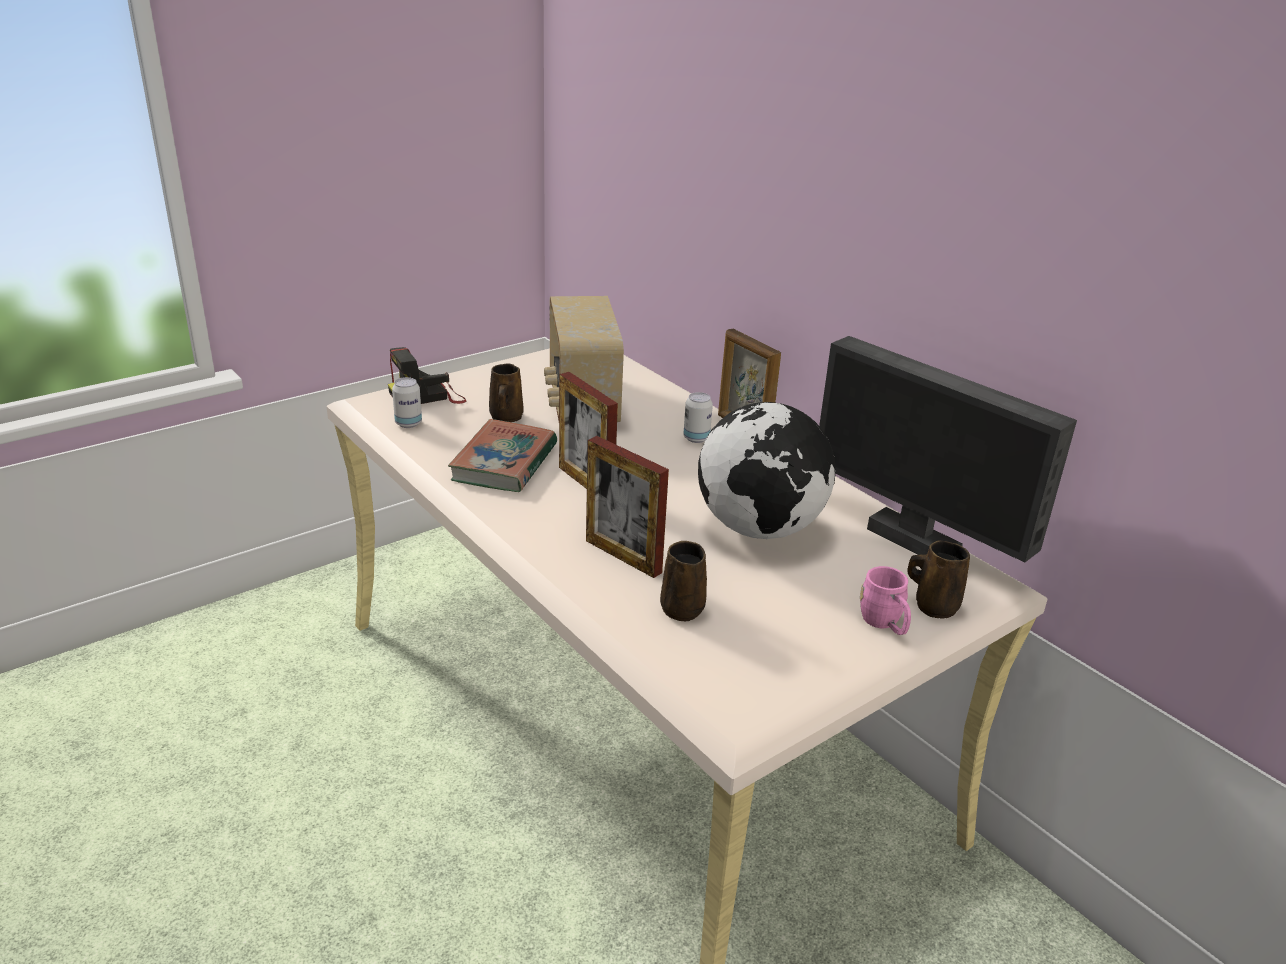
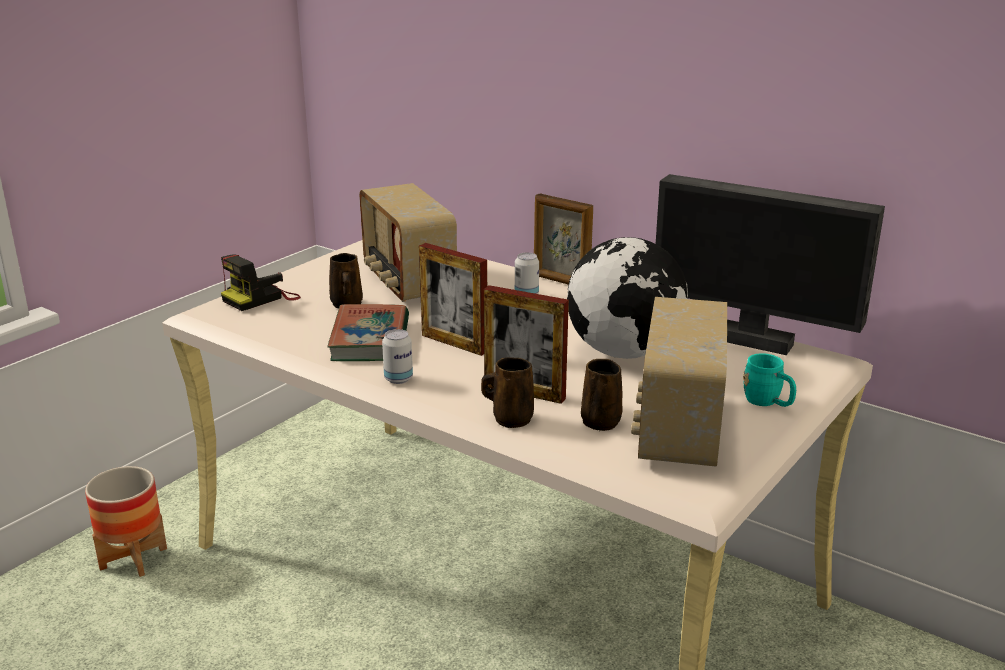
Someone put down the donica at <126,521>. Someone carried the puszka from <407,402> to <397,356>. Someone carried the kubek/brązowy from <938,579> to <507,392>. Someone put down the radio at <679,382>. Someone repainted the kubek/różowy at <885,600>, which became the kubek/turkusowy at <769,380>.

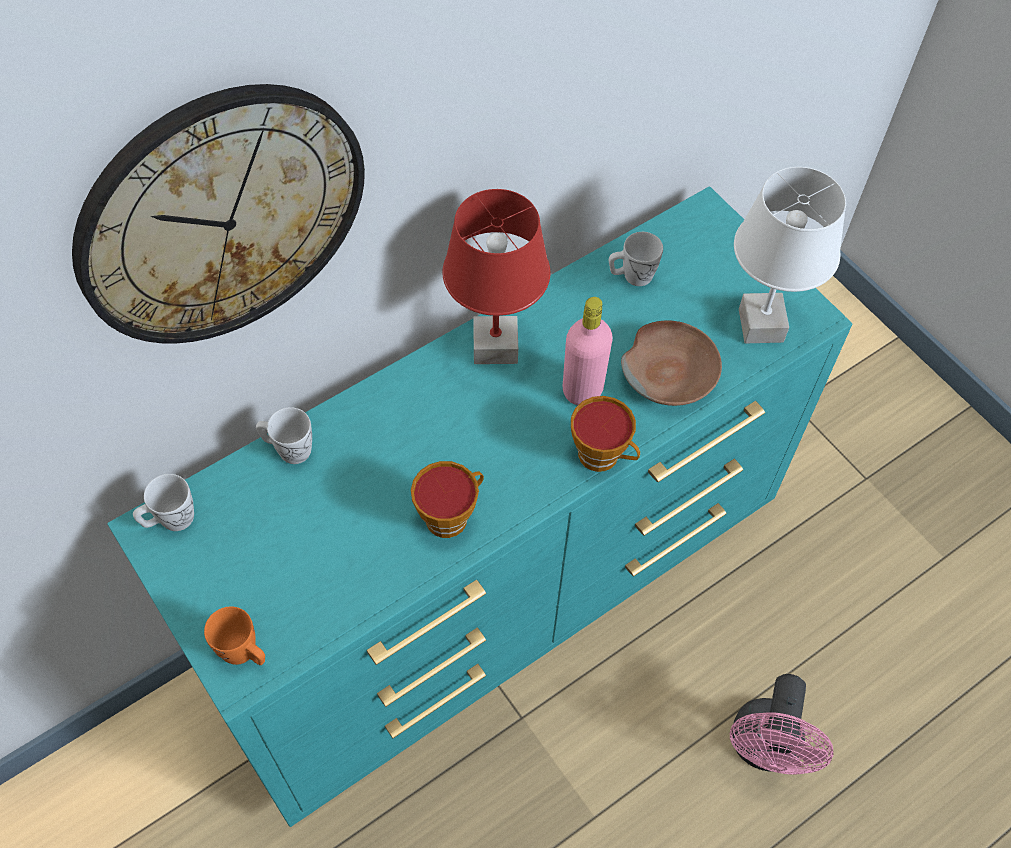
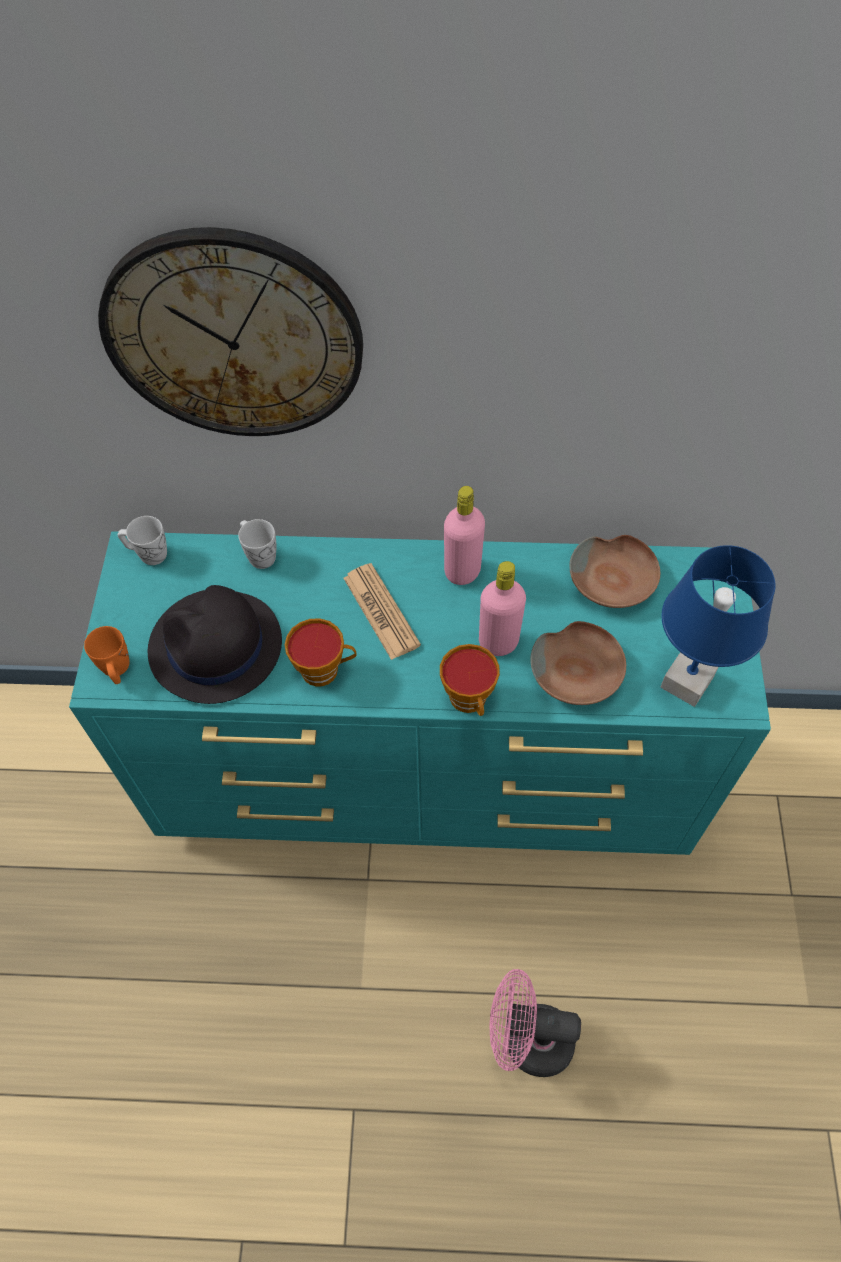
Someone put down the kapelusz/czarny at <215,644>. Someone put down the gazeta at <382,611>. Someone swapped the lampa stołowa/czerwony at <496,276> for the butelka/różowy at <464,535>. Someone rotated the wentylator/różowy at <782,724> by 45 degrees clockwise. Someone swapped the kubek/biały at <636,259> for the miska/brązowy at <614,571>. Someone repainted the lampa stołowa/biały at <790,255>, which became the lampa stołowa/niebieski at <717,626>.

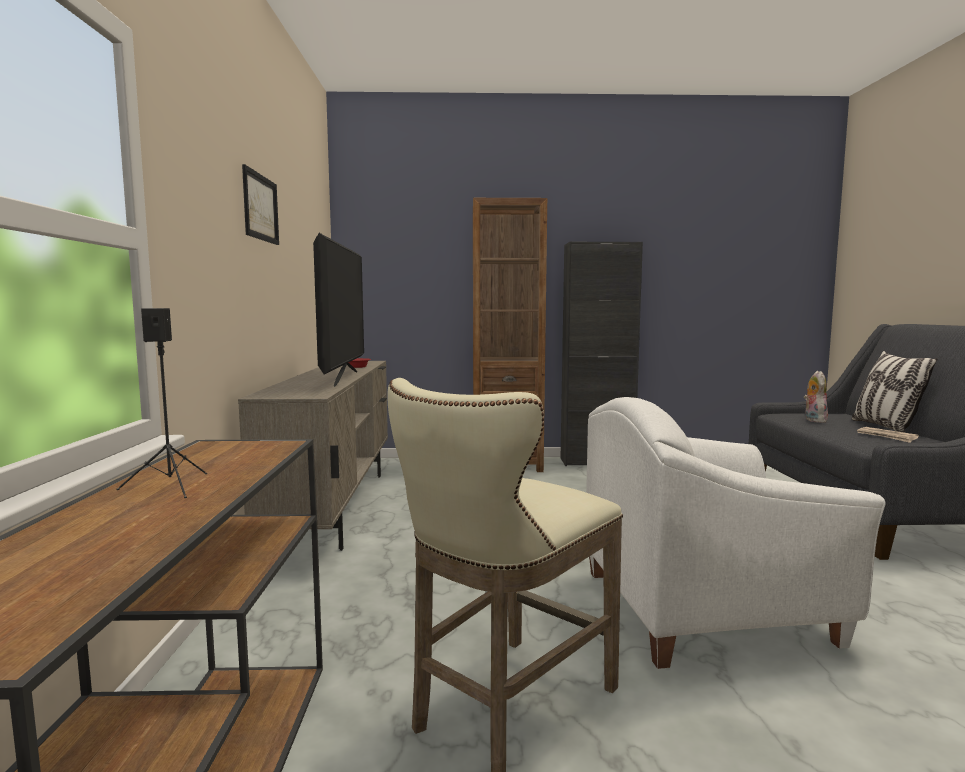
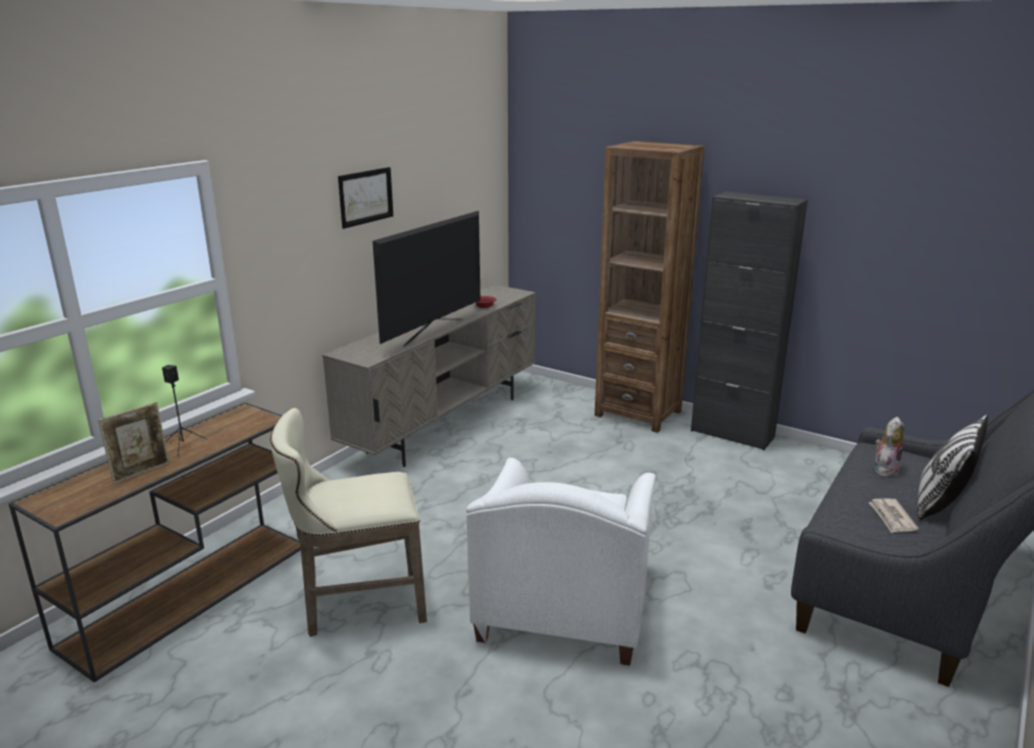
Someone put down the ramka na zdjęcie at <134,443>. Someone rotated the fotel/biały at <736,533> by 105 degrees counterclockwise.

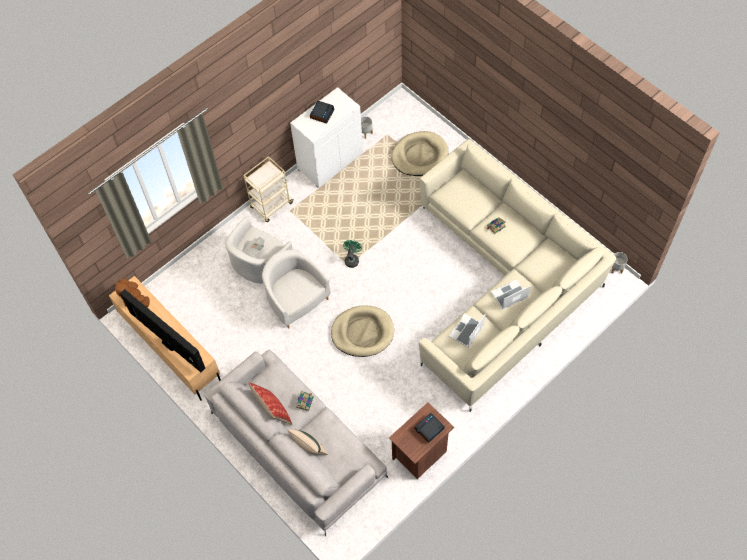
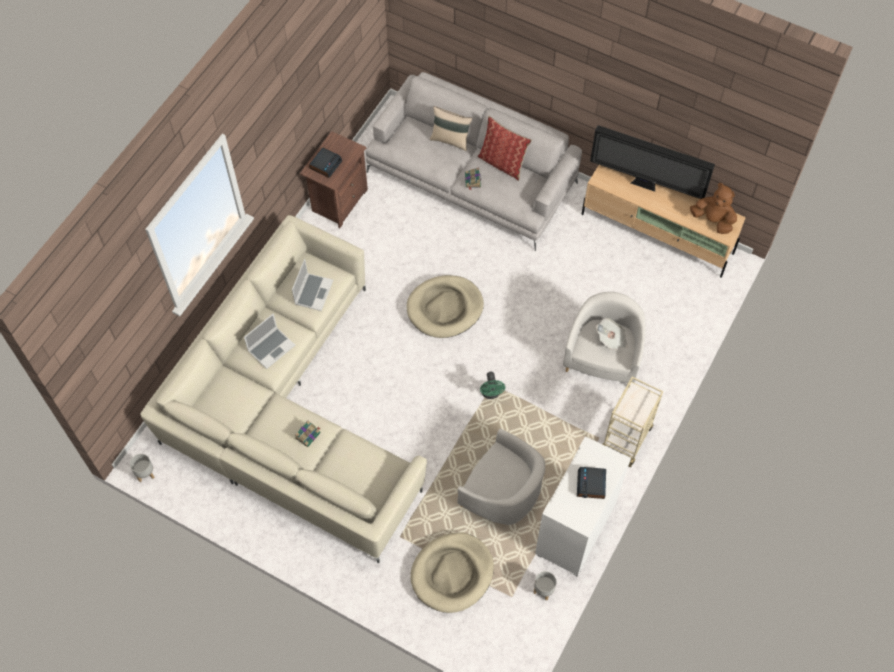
Someone carried the fotel/biały from <296,289> to <501,477>.

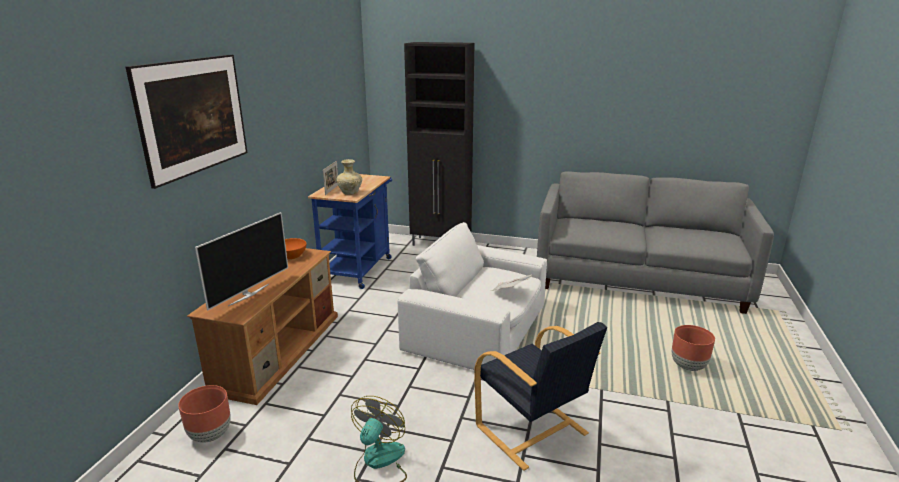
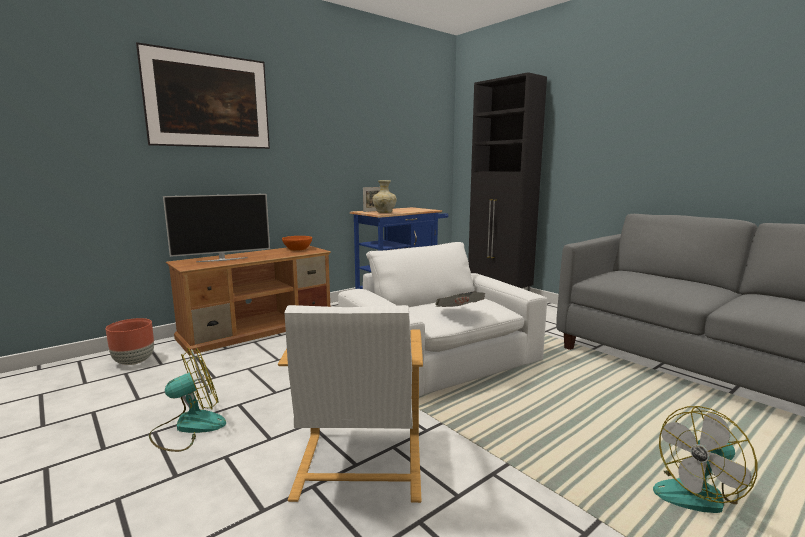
Someone repainted the fotel/czarny at <540,396>, which became the fotel/biały at <350,404>. Someone swapped the donica/brązowy at <693,348> for the wentylator at <705,459>.

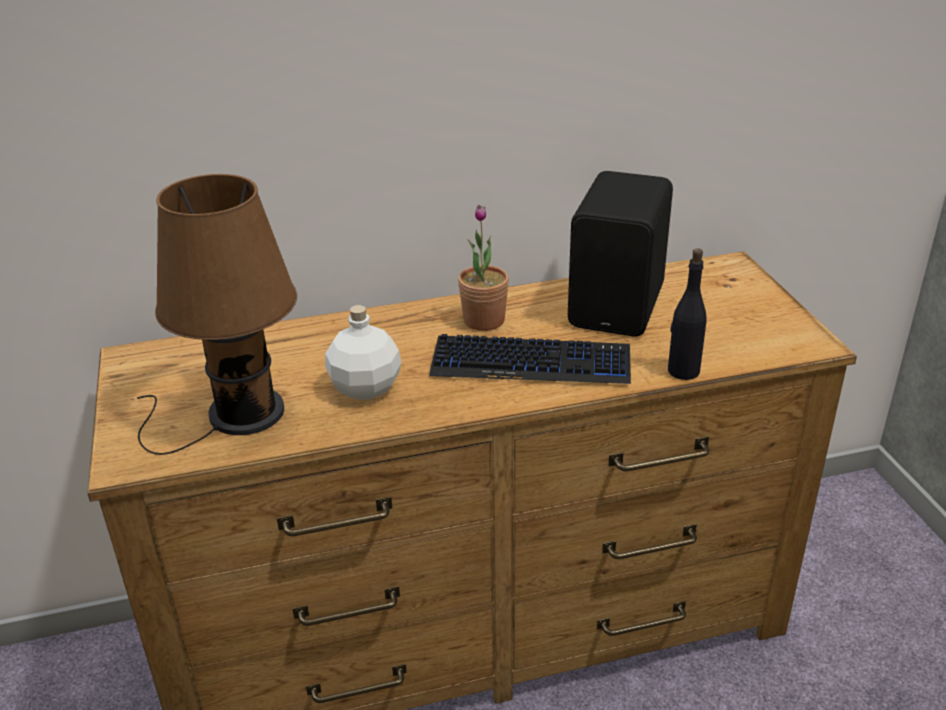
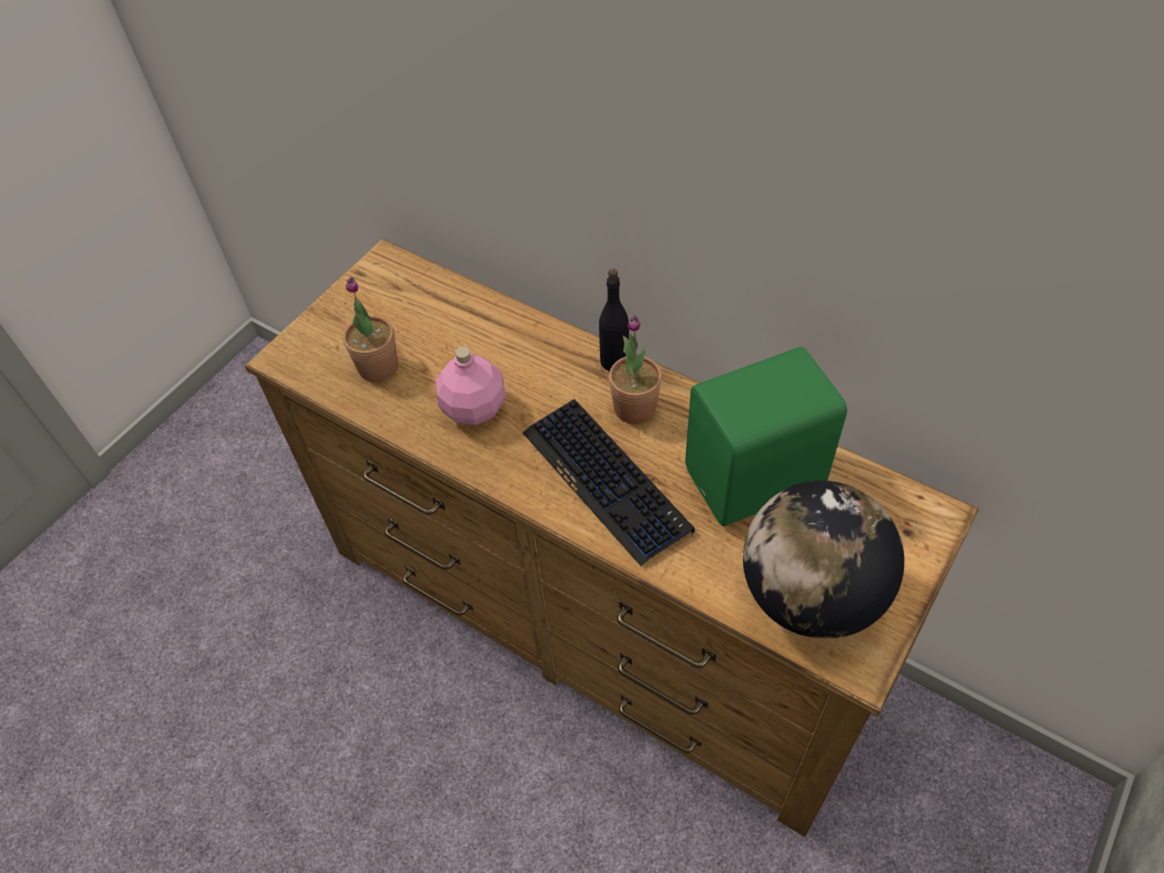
Someone swapped the lampa stołowa/brązowy at <217,314> for the roślina doniczkowa at <370,329>. Someone repainted the butelka/biały at <363,352>, which became the butelka/różowy at <471,385>. Someone carried the butelka/czarny from <687,314> to <614,320>. Someone repainted the głośnik/czarny at <620,253>, which became the głośnik/zielony at <766,436>. Someone put down the globus at <823,560>.

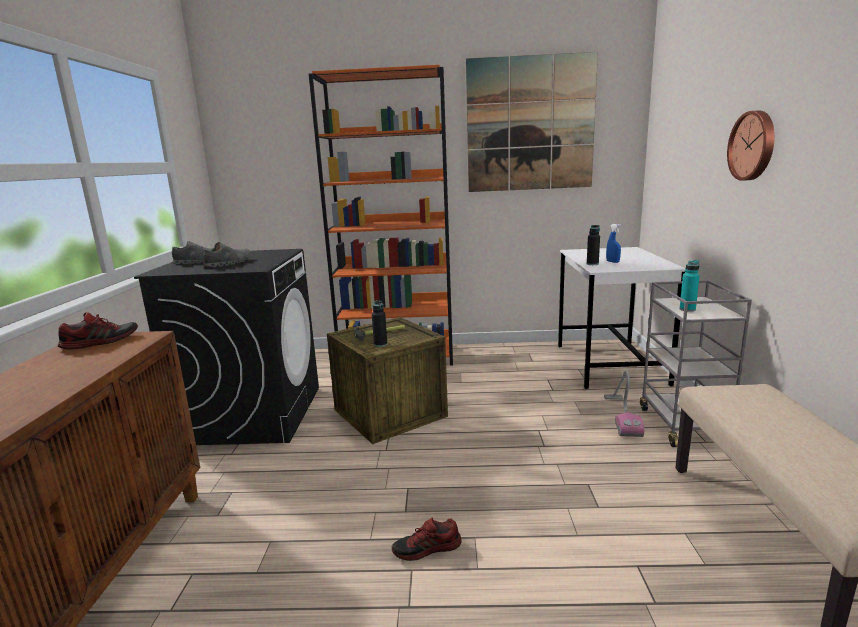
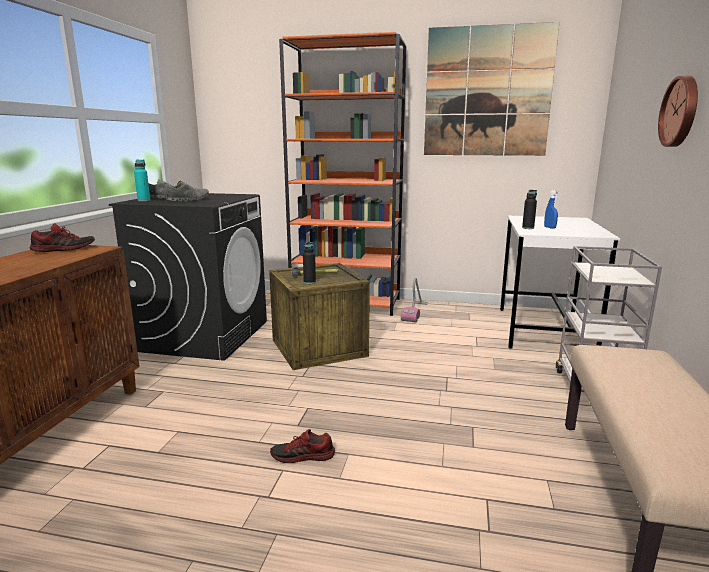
Someone carried the butelka/turkusowy from <690,286> to <142,180>. Someone carried the odkurzacz from <624,403> to <414,300>.

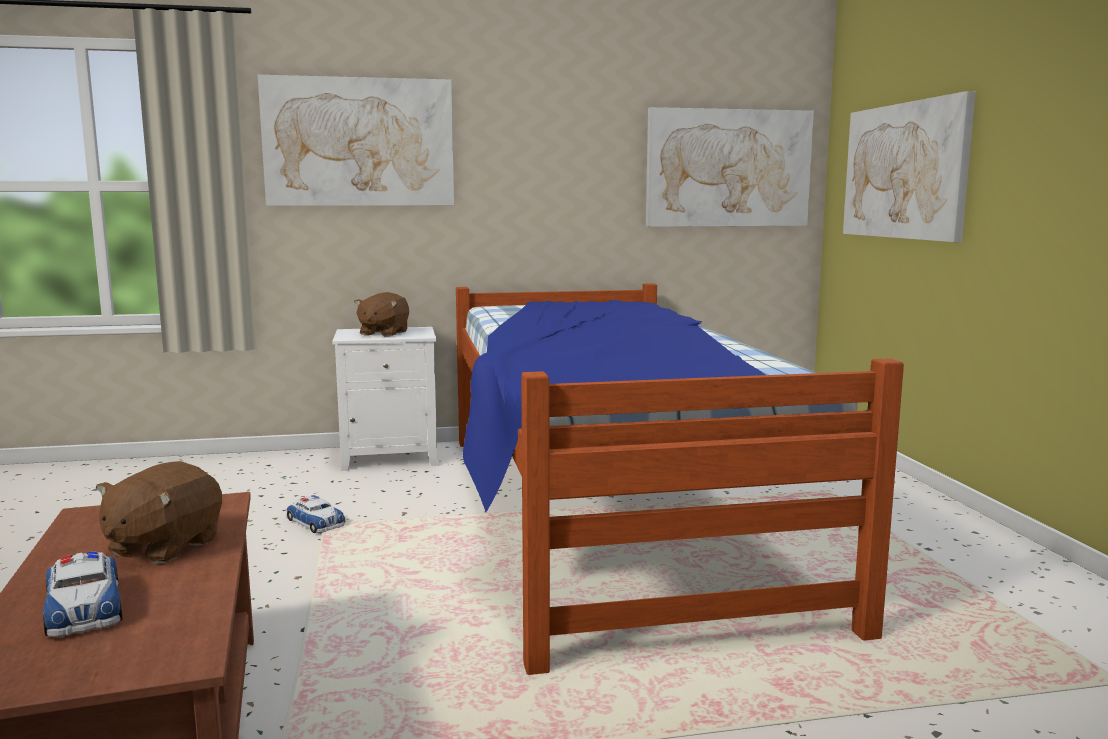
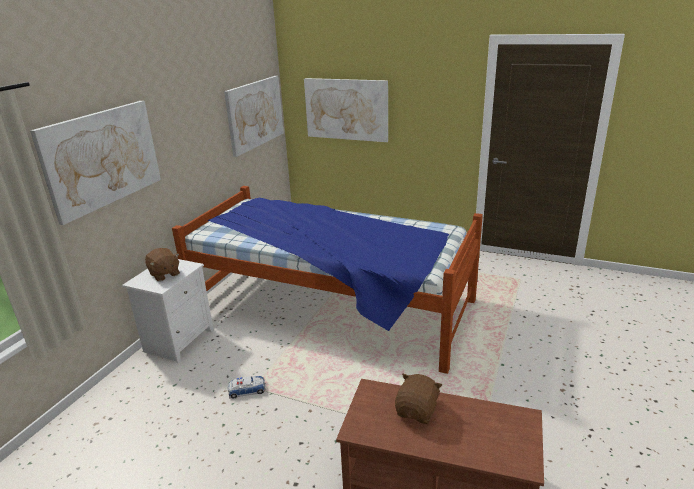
Someone rotated the pluszak/brązowy at <159,512> by 120 degrees counterclockwise. Someone took away the samochodzik at <83,594>.

